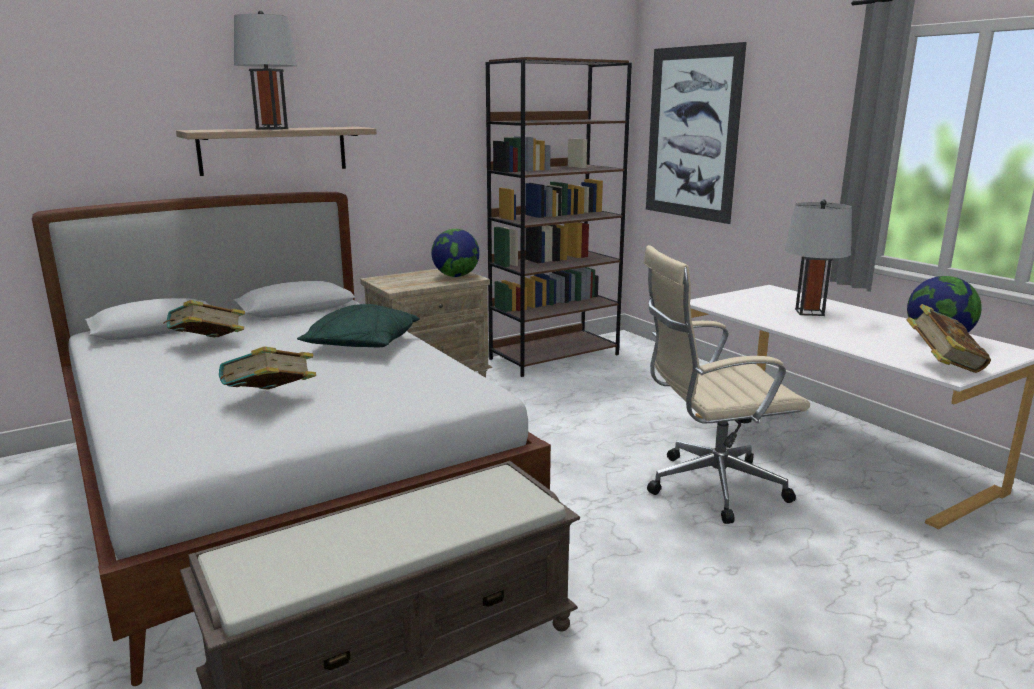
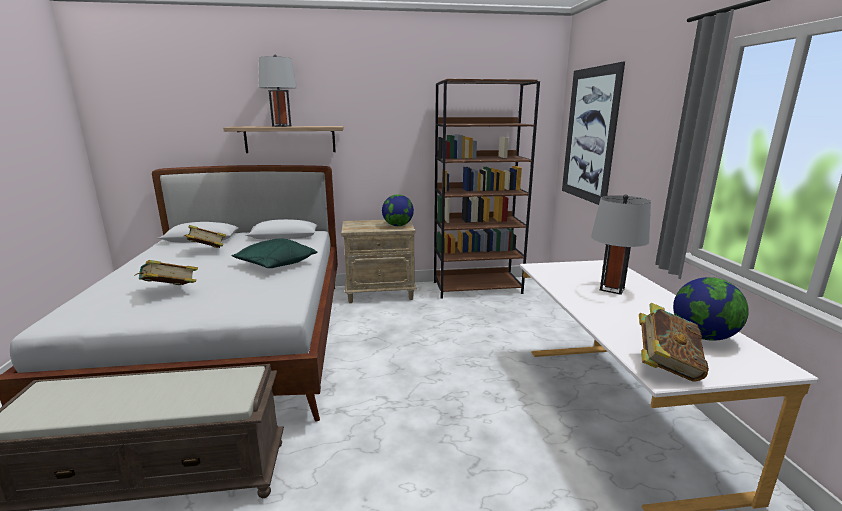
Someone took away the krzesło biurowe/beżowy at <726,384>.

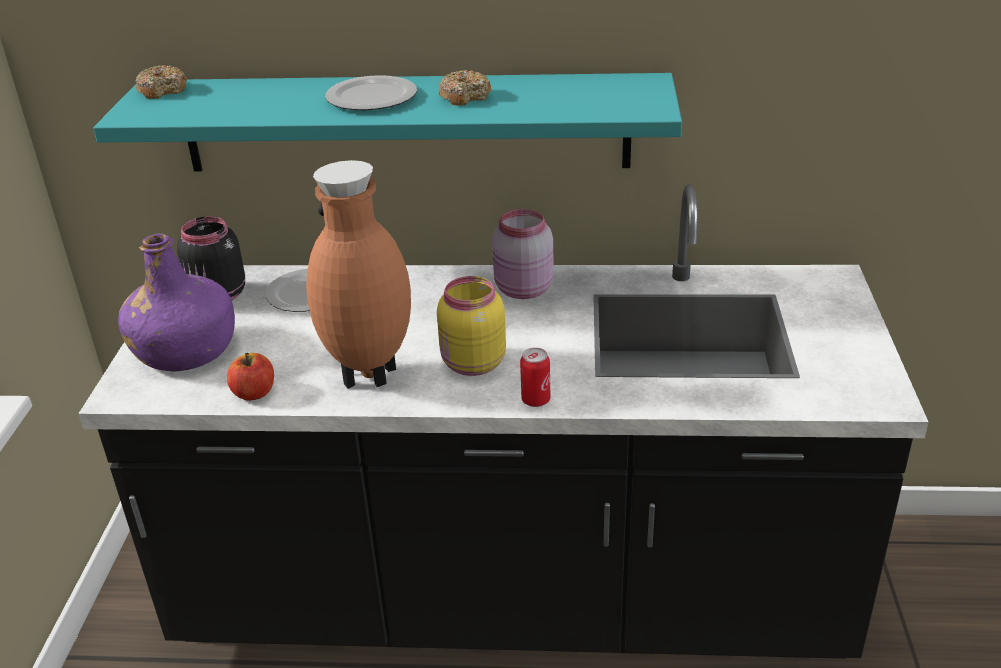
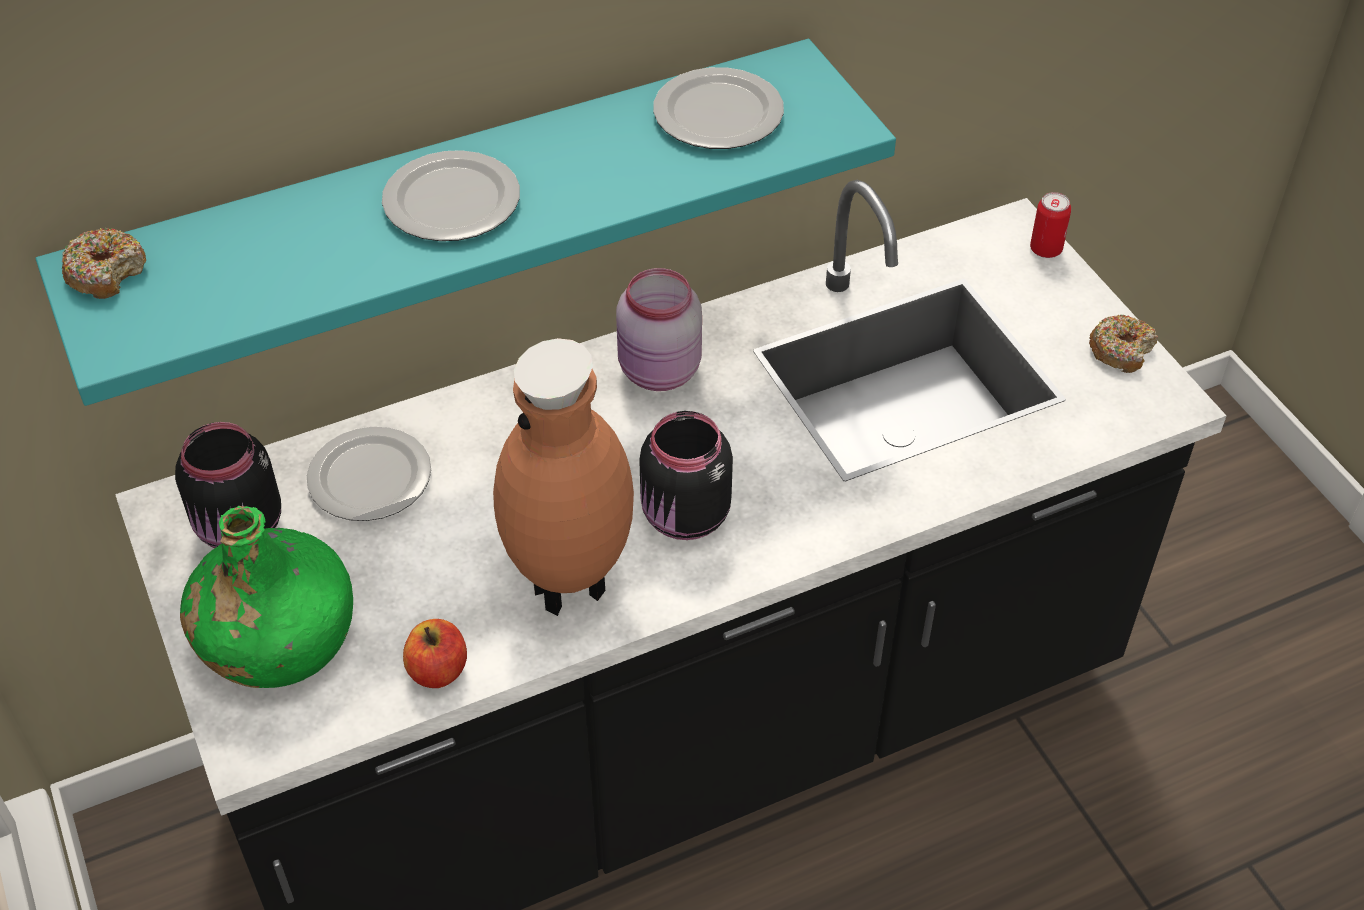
Someone repainted the butelka/fioletowy at <176,302>, which became the butelka/zielony at <266,597>. Someone repainted the słoik/żółty at <471,326>, which became the słoik/czarny at <686,475>. Someone put down the talerz at <718,108>. Someone carried the puszka from <535,377> to <1050,225>. Someone carried the donut from <465,88> to <1123,344>.

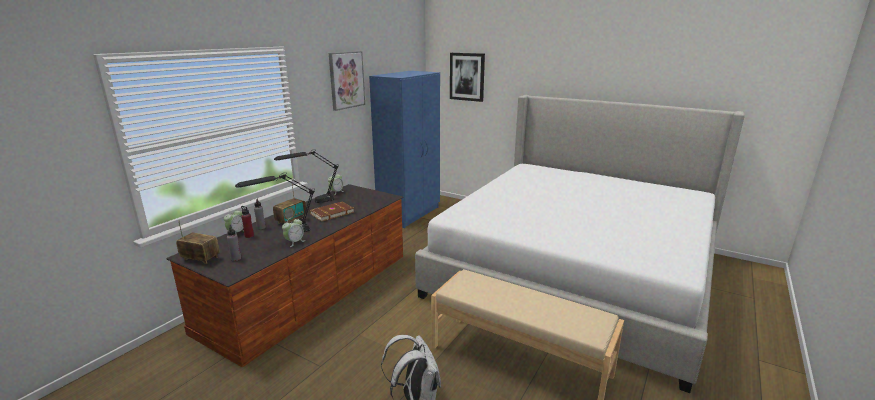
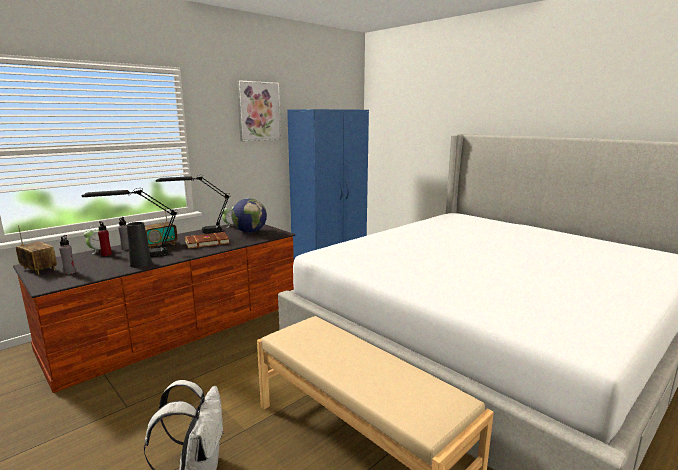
Someone swapped the budzik at <293,232> for the wazon/czarny at <139,245>. Someone put down the globus at <249,215>. Someone took away the obraz at <467,77>.

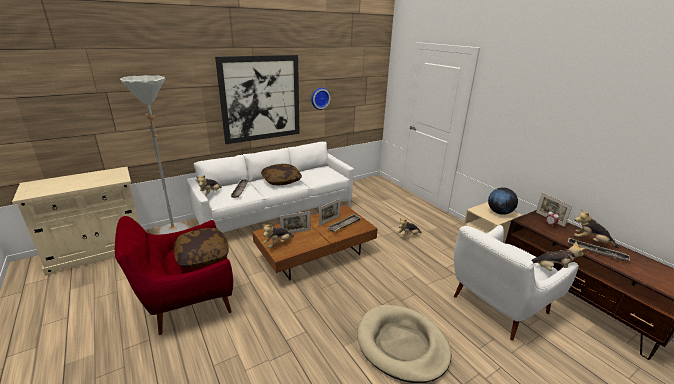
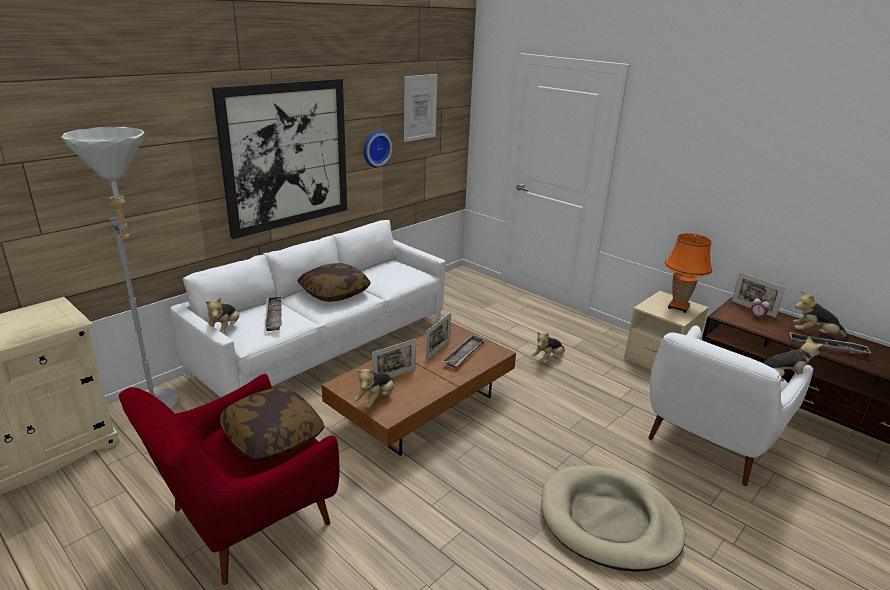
Someone put up the obraz at <421,108>. Someone swapped the globus at <503,201> for the lampa stołowa/pomarańczowy at <688,273>.

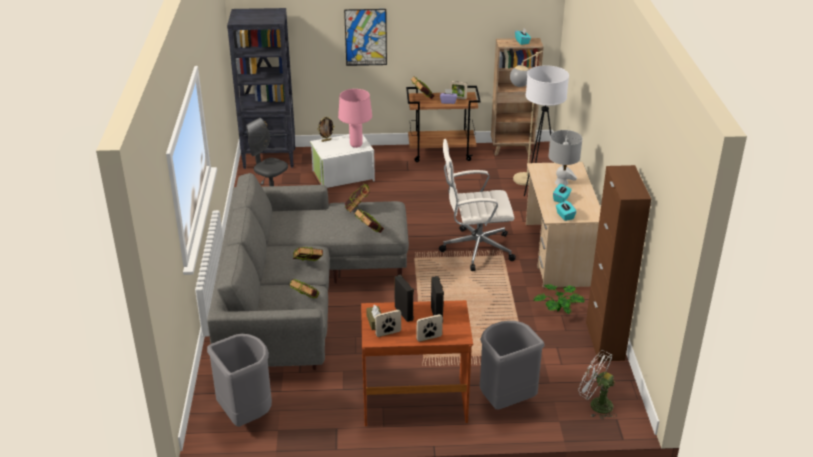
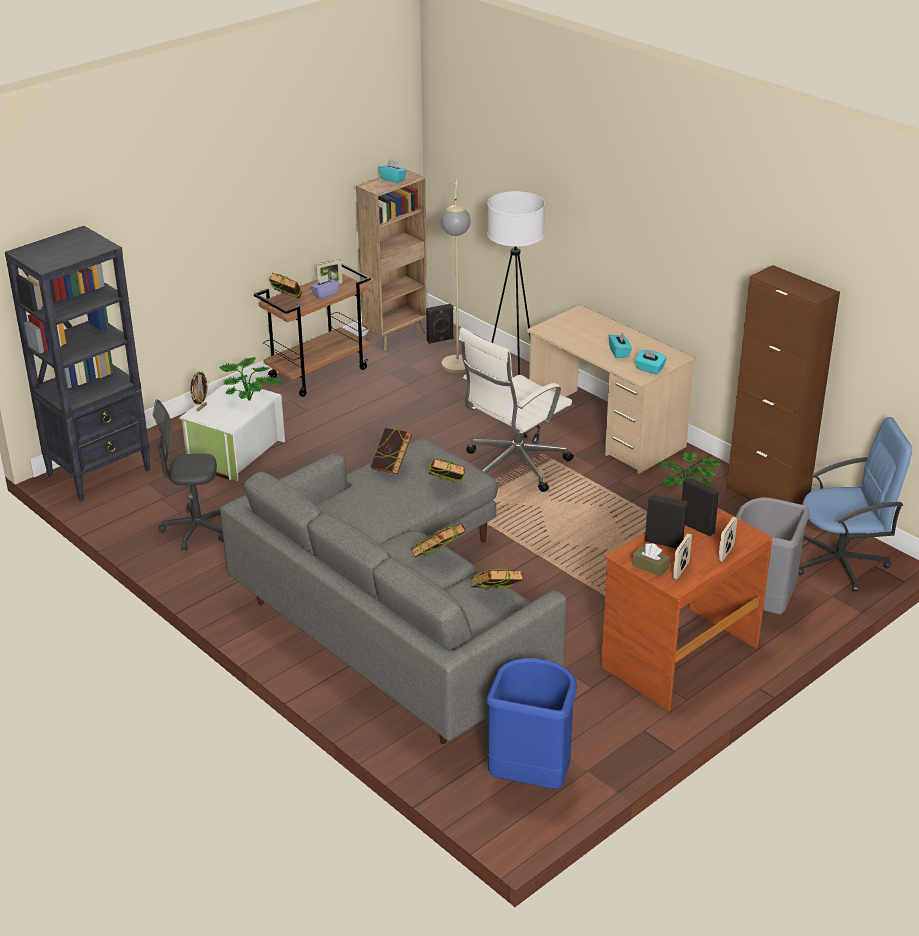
Someone swapped the lampa stołowa/różowy at <355,118> for the roślina doniczkowa at <251,379>. Someone put down the głośnik/czarny at <440,324>. Someone repainted the kosz na śmieci/szary at <239,380>, which became the kosz na śmieci/niebieski at <531,723>. Someone swapped the wentylator/biały at <597,384> for the krzesło biurowe/niebieski at <855,504>. Someone took away the obraz at <365,37>. Someone took away the lampa stołowa/szary at <565,157>.

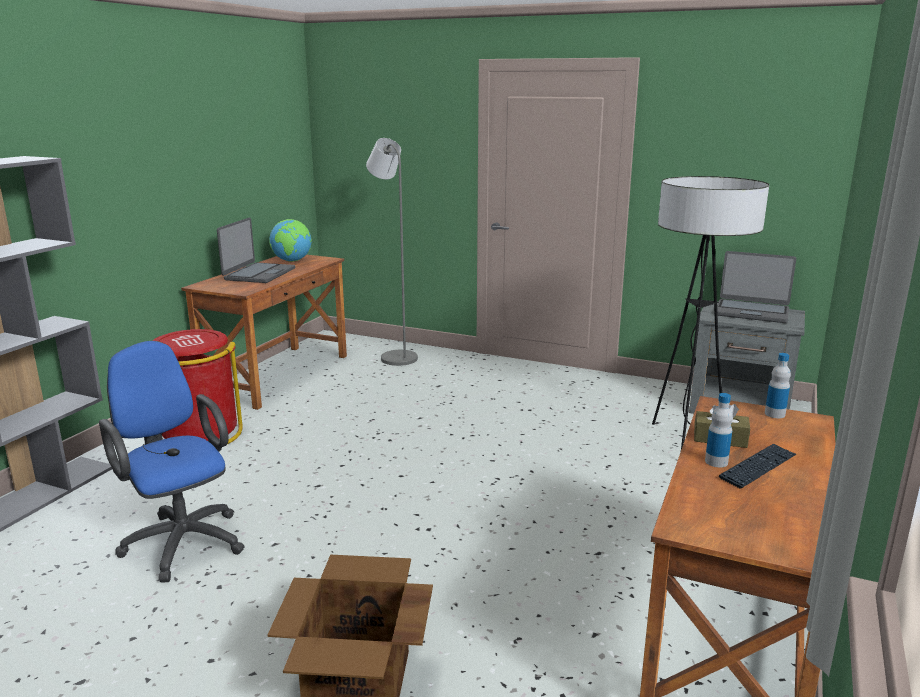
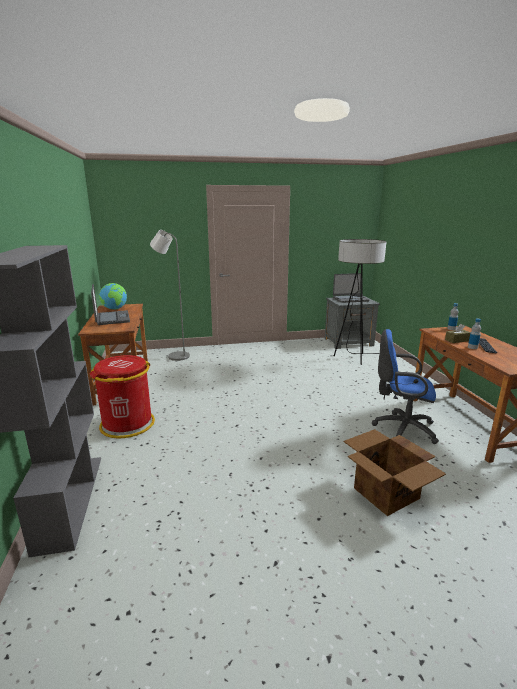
Someone carried the krzesło biurowe/niebieski from <172,461> to <405,386>.

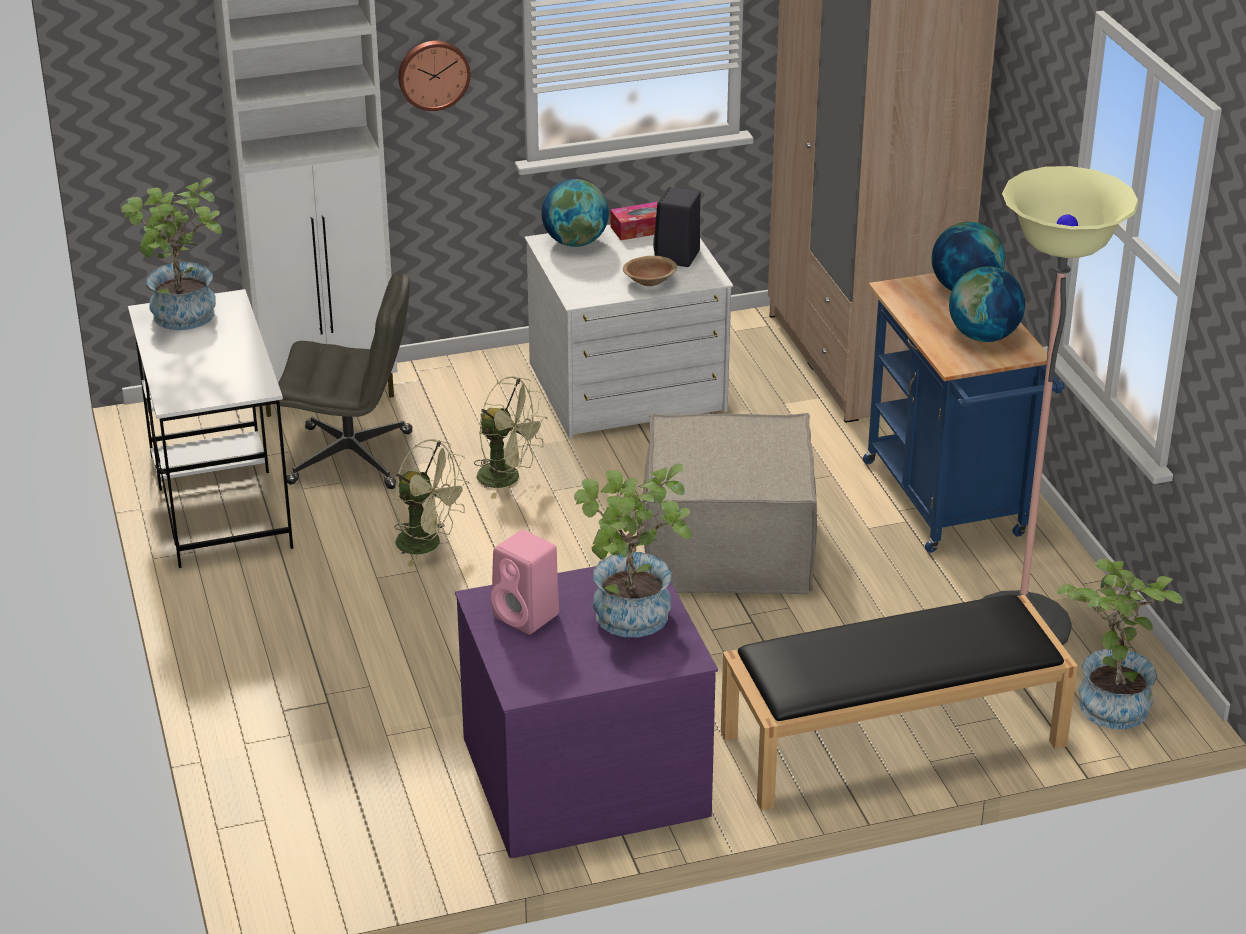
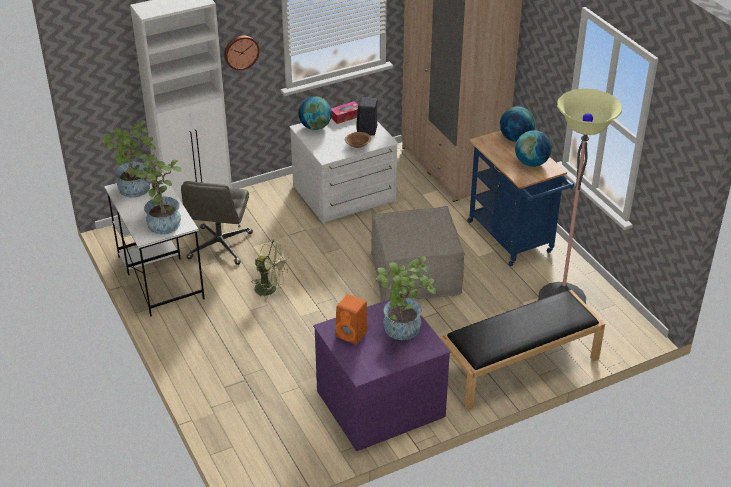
Someone carried the roślina doniczkowa from <1120,643> to <153,194>. Someone rotated the krzesło biurowe/szary at <345,381> by 105 degrees clockwise. Someone repainted the głośnik/różowy at <525,582>, which became the głośnik/pomarańczowy at <351,319>. Someone took away the wentylator/zielony at <511,437>.

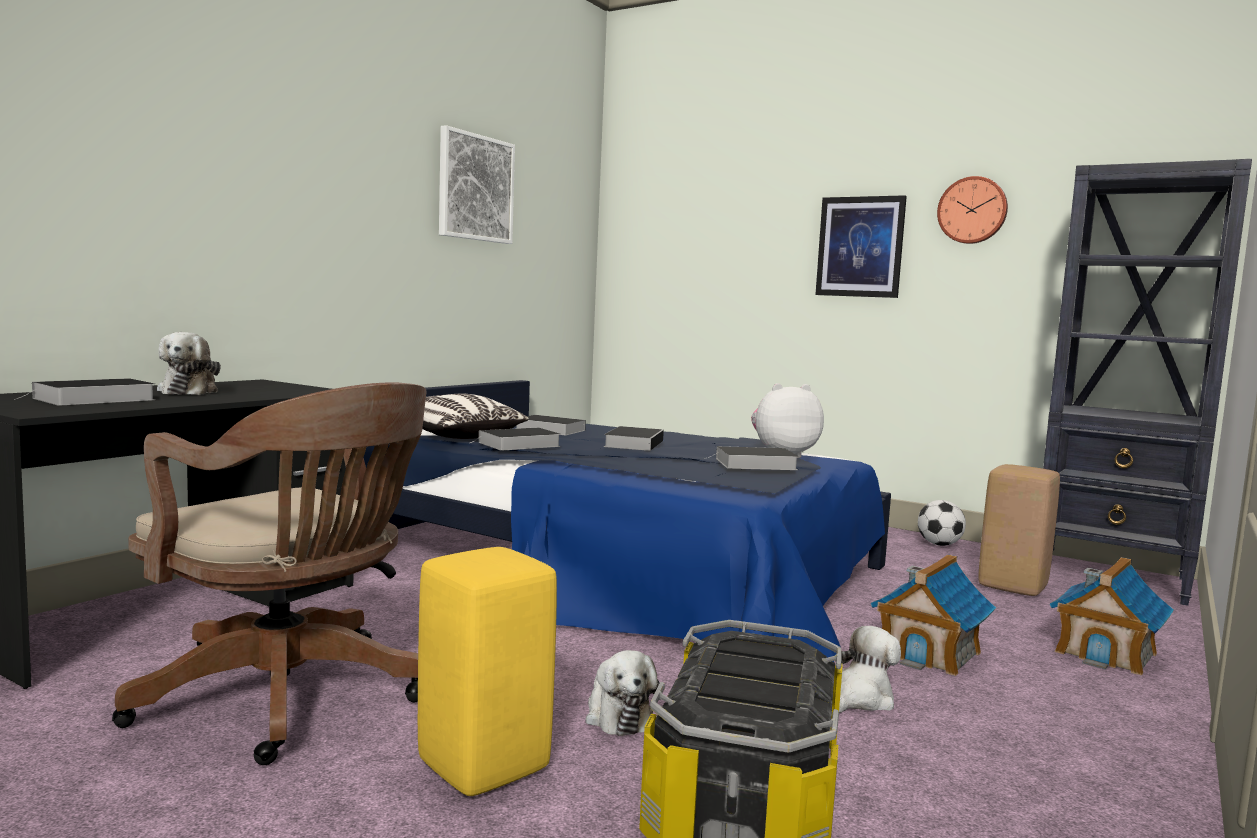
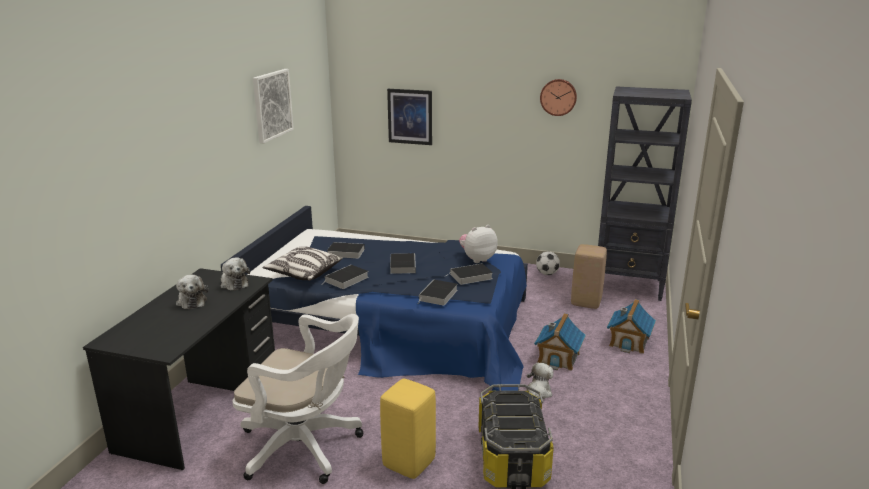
Someone carried the pluszak from <622,693> to <235,273>. Someone repainted the krzesło biurowe/brązowy at <269,573>, which became the krzesło biurowe/biały at <298,399>. Someone carried the obraz from <861,246> to <409,117>. Someone carried the książka from <84,391> to <438,293>.

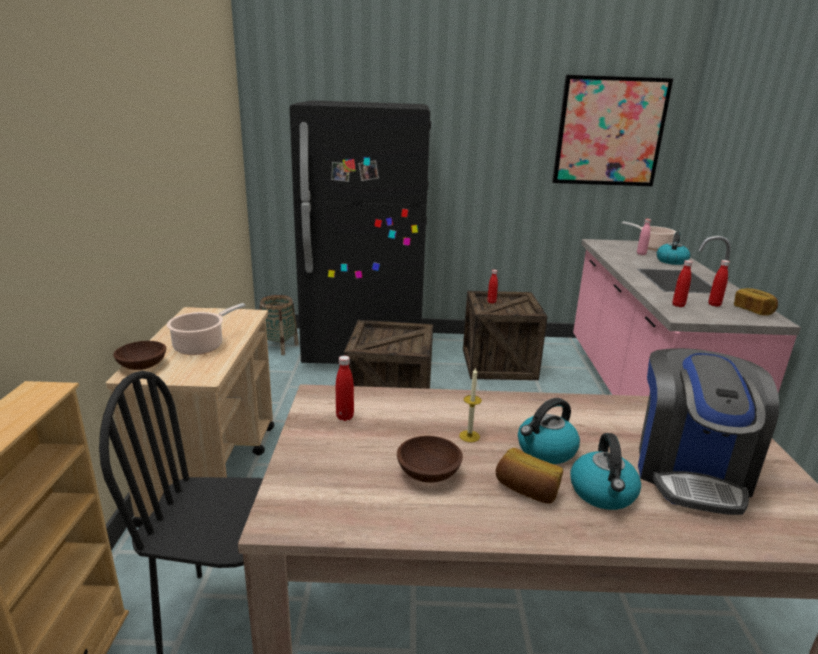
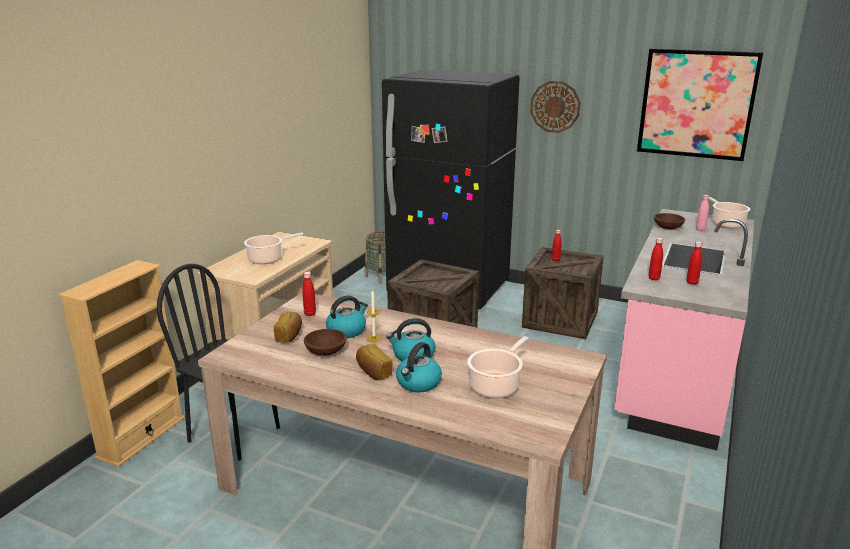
Someone carried the chleb from <756,301> to <288,327>. Someone carried the czajnik from <673,248> to <347,316>. Someone swapped the ekspres do kawy at <708,431> for the garnek at <498,367>. Someone put up the zegar ścienny at <555,107>. Someone carried the miska/brązowy from <139,355> to <669,221>.

